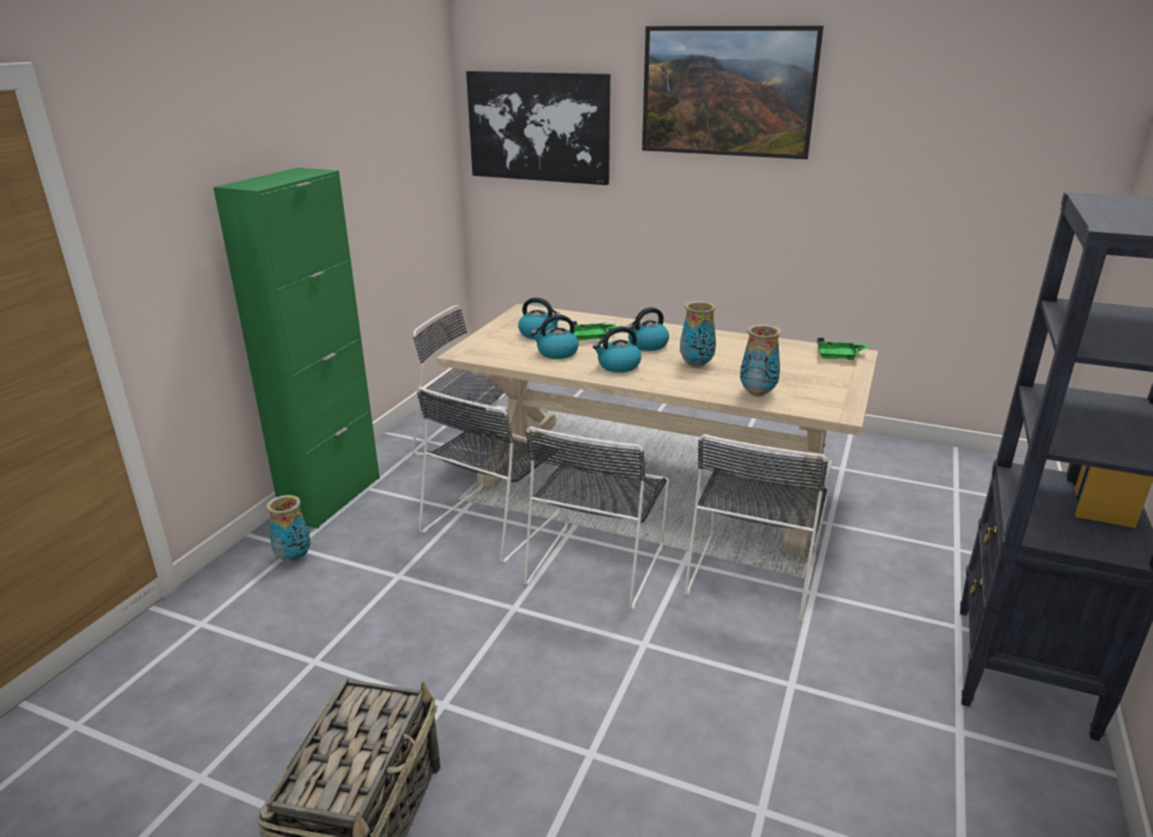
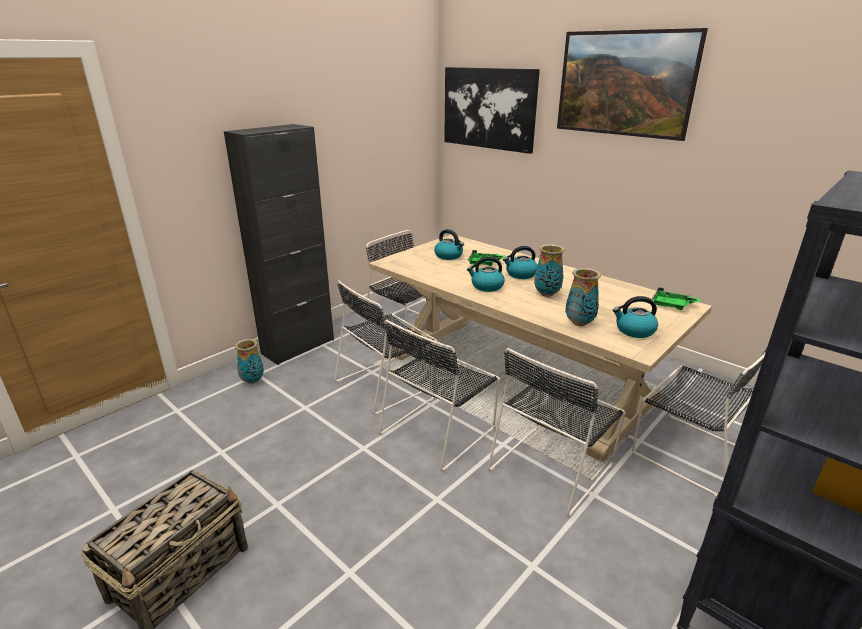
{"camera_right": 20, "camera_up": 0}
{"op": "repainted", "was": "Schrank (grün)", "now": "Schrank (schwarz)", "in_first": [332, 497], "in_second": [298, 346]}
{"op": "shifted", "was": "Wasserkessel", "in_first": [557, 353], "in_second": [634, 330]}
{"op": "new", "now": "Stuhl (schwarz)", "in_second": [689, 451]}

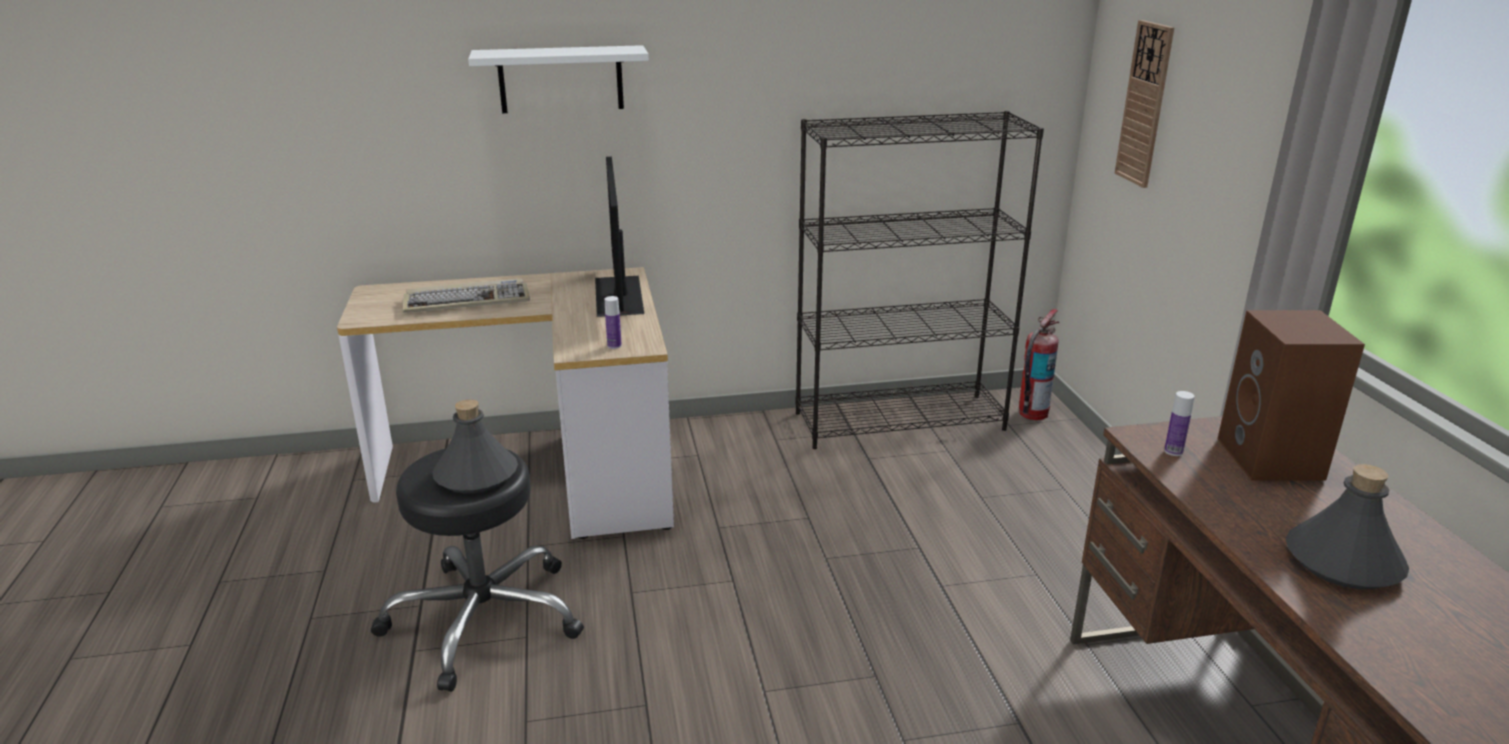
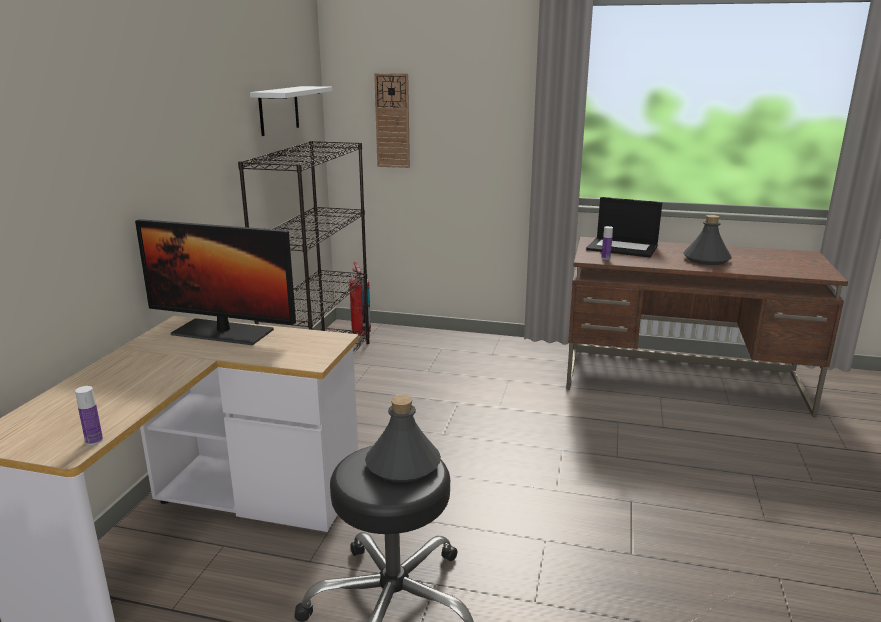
{"camera_right": -65, "camera_up": -5}
{"op": "shifted", "was": "Wandregal (weiß)", "in_first": [561, 79], "in_second": [279, 110]}
{"op": "gone", "was": "Tastatur", "in_first": [468, 301]}
{"op": "shifted", "was": "Flasche", "in_first": [614, 346], "in_second": [94, 441]}
{"op": "swapped", "was": "Lautsprecher (braun)", "now": "Laptop", "in_first": [1273, 460], "in_second": [623, 248]}

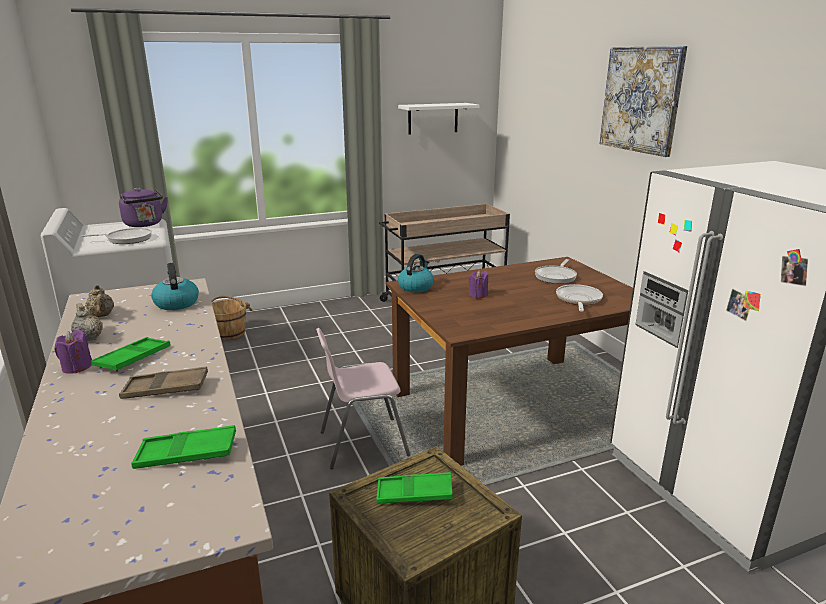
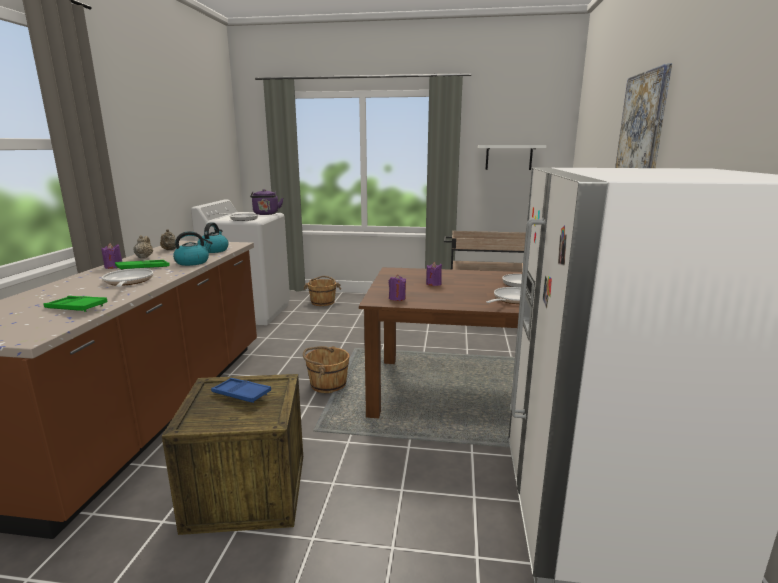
{"camera_right": 30, "camera_up": -5}
{"op": "shifted", "was": "Wasserkessel", "in_first": [416, 287], "in_second": [193, 262]}
{"op": "swapped", "was": "Stuhl (rosa)", "now": "Eimer (braun)", "in_first": [362, 443], "in_second": [327, 384]}
{"op": "swapped", "was": "Tablett (braun)", "now": "Pfanne", "in_first": [166, 389], "in_second": [128, 282]}
{"op": "repainted", "was": "Tablett (grün)", "now": "Tablett (blau)", "in_first": [414, 493], "in_second": [241, 394]}
{"op": "new", "now": "Kerze (lila)", "in_second": [397, 298]}

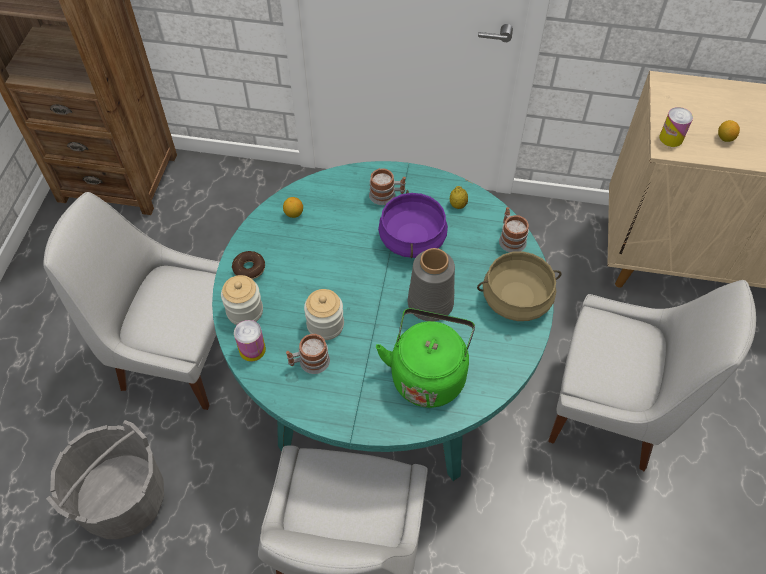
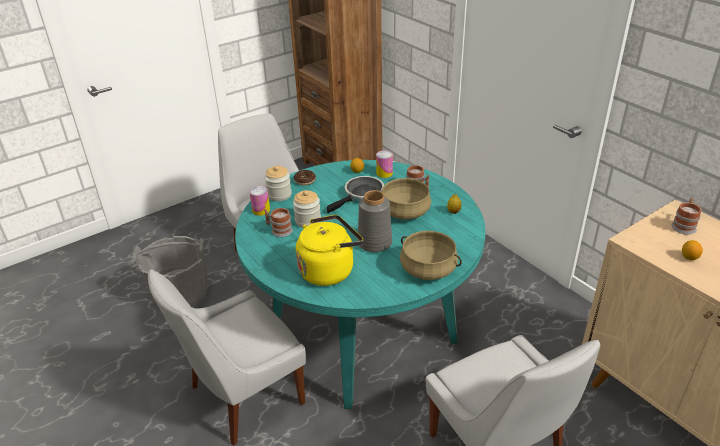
{"camera_right": 45, "camera_up": -20}
{"op": "shifted", "was": "Dose", "in_first": [671, 138], "in_second": [384, 173]}
{"op": "repainted", "was": "Kochtopf (lila)", "now": "Kochtopf (beige)", "in_first": [411, 239], "in_second": [404, 212]}
{"op": "shifted", "was": "Henkelbecher", "in_first": [510, 238], "in_second": [684, 225]}
{"op": "repainted", "was": "Wasserkessel (grün)", "now": "Wasserkessel (gelb)", "in_first": [428, 374], "in_second": [329, 270]}
{"op": "new", "now": "Pfanne", "in_second": [362, 195]}

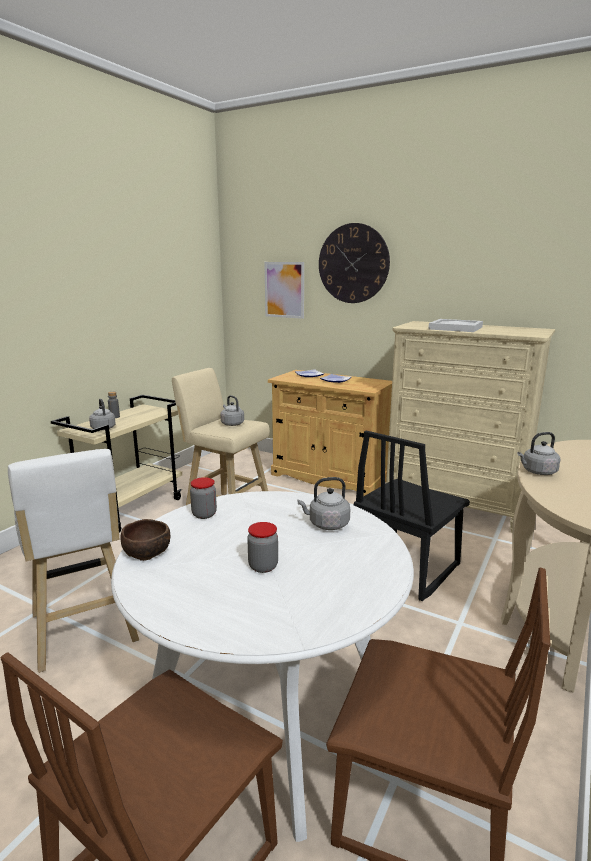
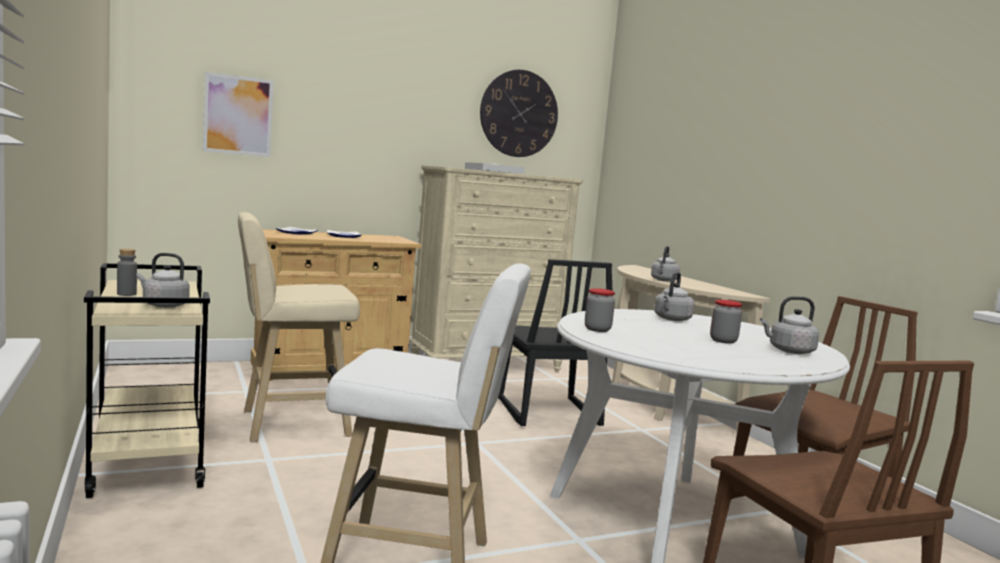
{"camera_right": -55, "camera_up": -10}
{"op": "shifted", "was": "Wanduhr", "in_first": [353, 263], "in_second": [519, 113]}
{"op": "shifted", "was": "Wasserkessel (grau)", "in_first": [231, 423], "in_second": [789, 351]}
{"op": "gone", "was": "Schüssel (braun)", "in_first": [148, 552]}

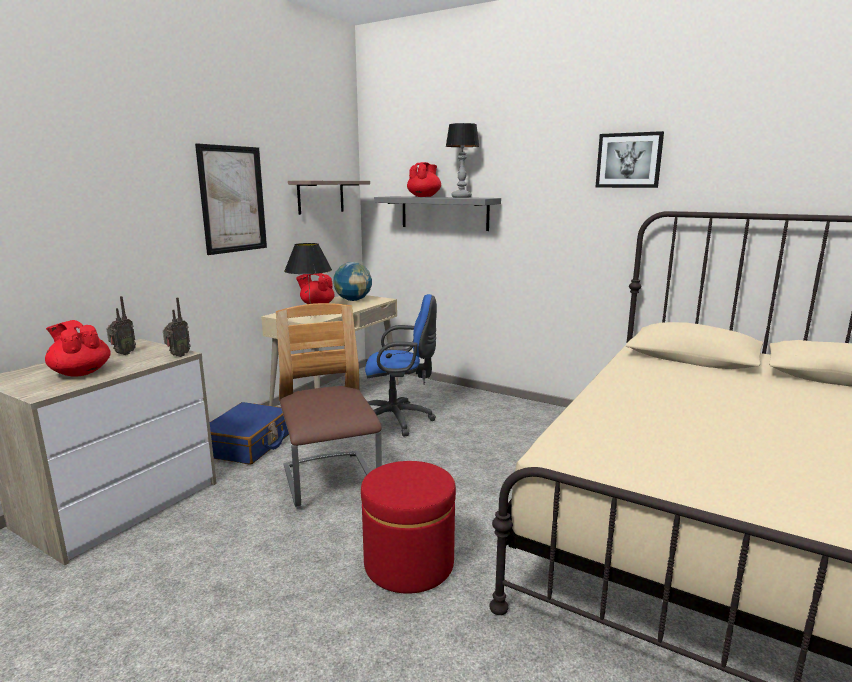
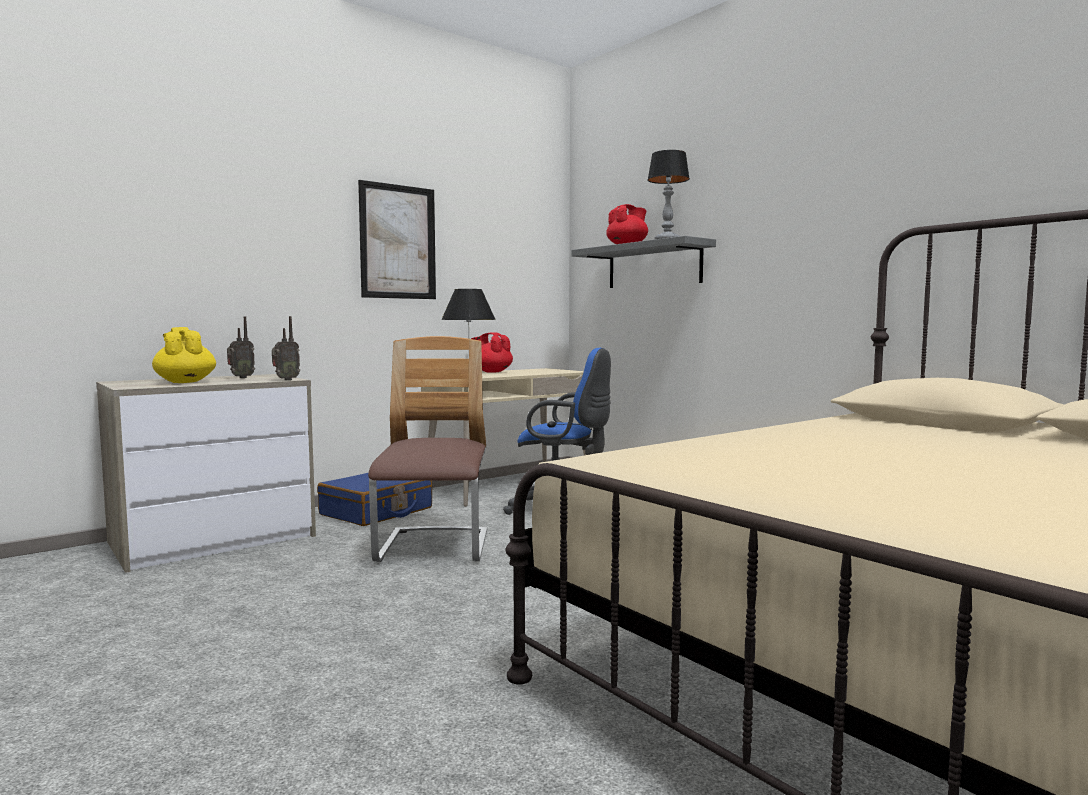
{"camera_right": 20, "camera_up": -10}
{"op": "gone", "was": "Bild", "in_first": [629, 160]}
{"op": "gone", "was": "Wandregal", "in_first": [321, 196]}
{"op": "gone", "was": "Globus", "in_first": [353, 300]}
{"op": "repainted", "was": "Teekanne (rot)", "now": "Teekanne (gelb)", "in_first": [81, 373], "in_second": [185, 382]}
{"op": "gone", "was": "Polsterhocker (rot)", "in_first": [409, 563]}

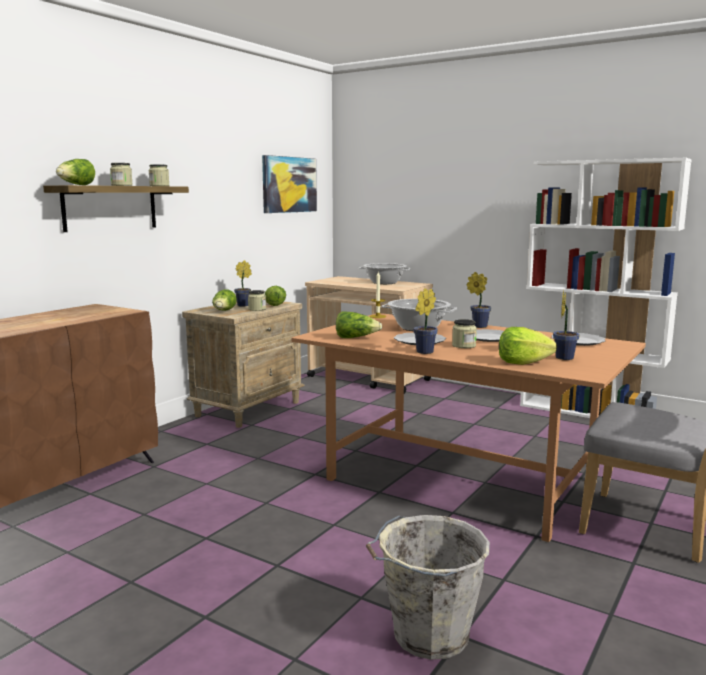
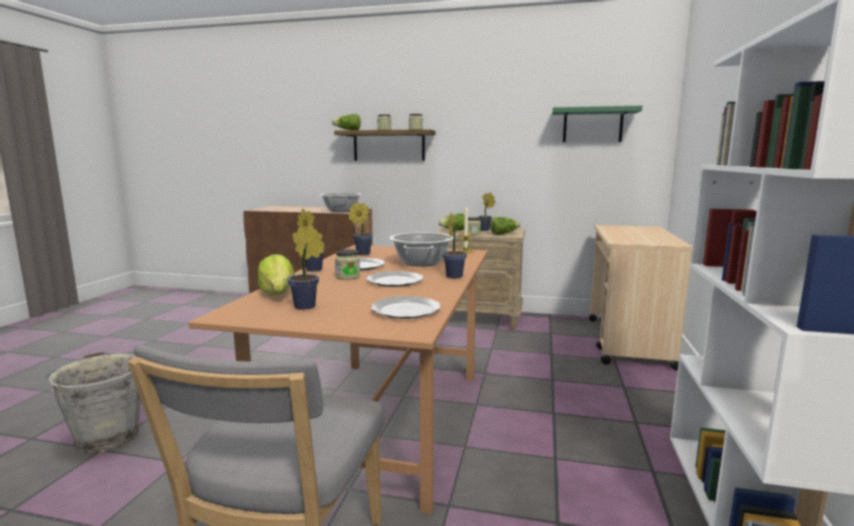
{"camera_right": 70, "camera_up": 0}
{"op": "swapped", "was": "Bild", "now": "Wandregal (grün)", "in_first": [289, 184], "in_second": [592, 125]}
{"op": "shifted", "was": "Kochtopf", "in_first": [384, 282], "in_second": [341, 211]}
{"op": "swapped", "was": "Salatkopf", "now": "Topfpflanze", "in_first": [356, 338], "in_second": [361, 254]}

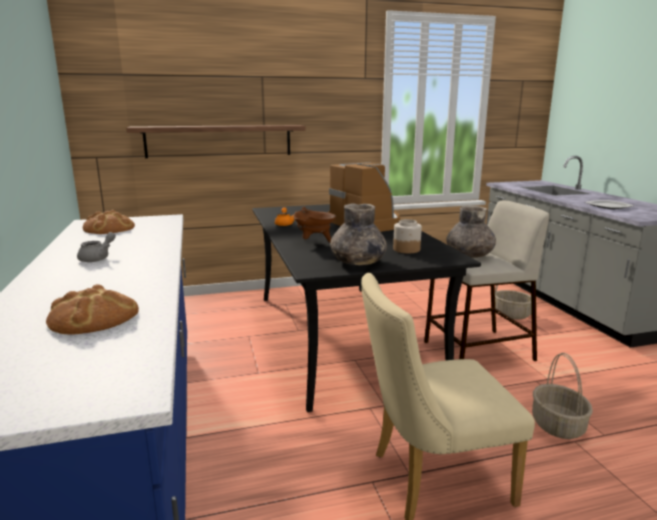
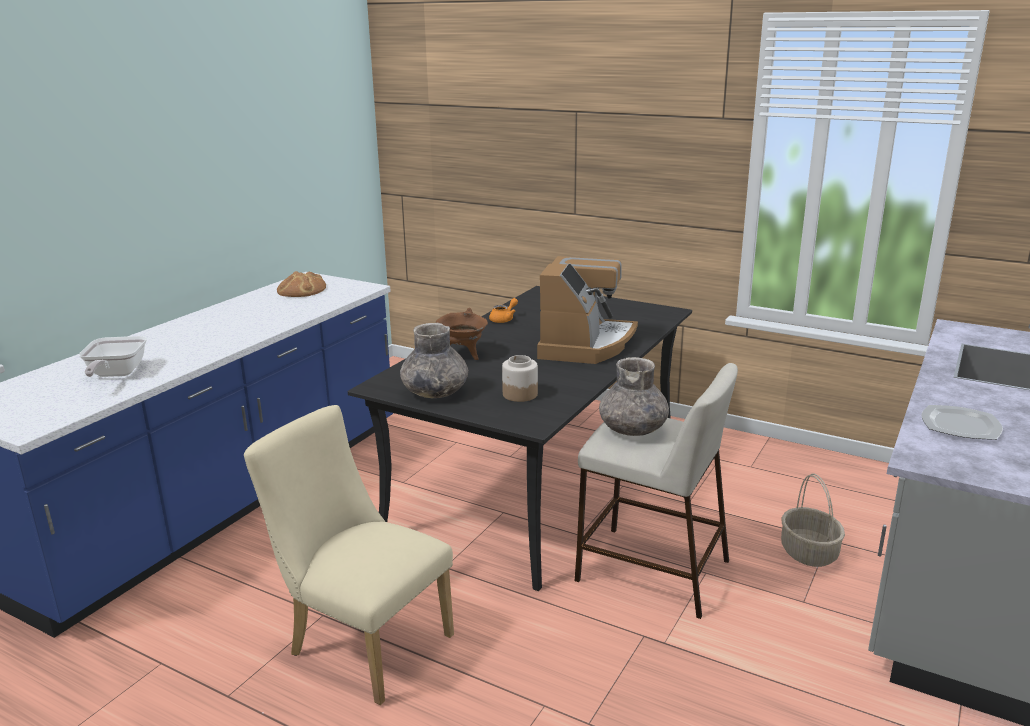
{"camera_right": 45, "camera_up": 5}
{"op": "gone", "was": "Wandregal", "in_first": [219, 141]}
{"op": "gone", "was": "Teekanne (grau)", "in_first": [98, 258]}
{"op": "swapped", "was": "Brot", "now": "Pfanne", "in_first": [93, 317], "in_second": [115, 374]}
{"op": "gone", "was": "Korb", "in_first": [558, 426]}

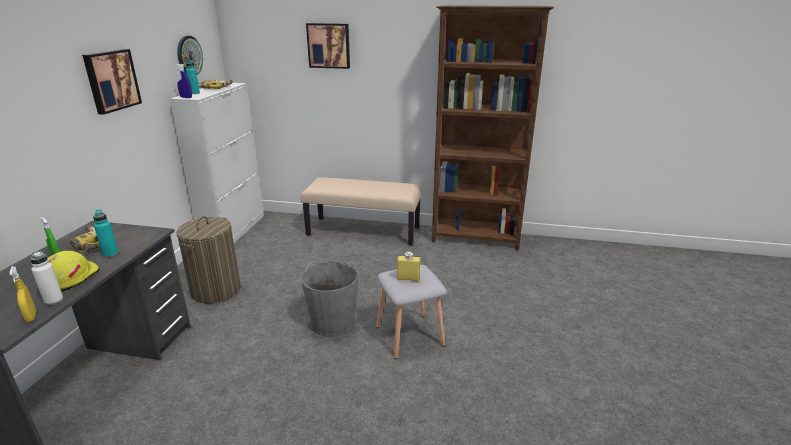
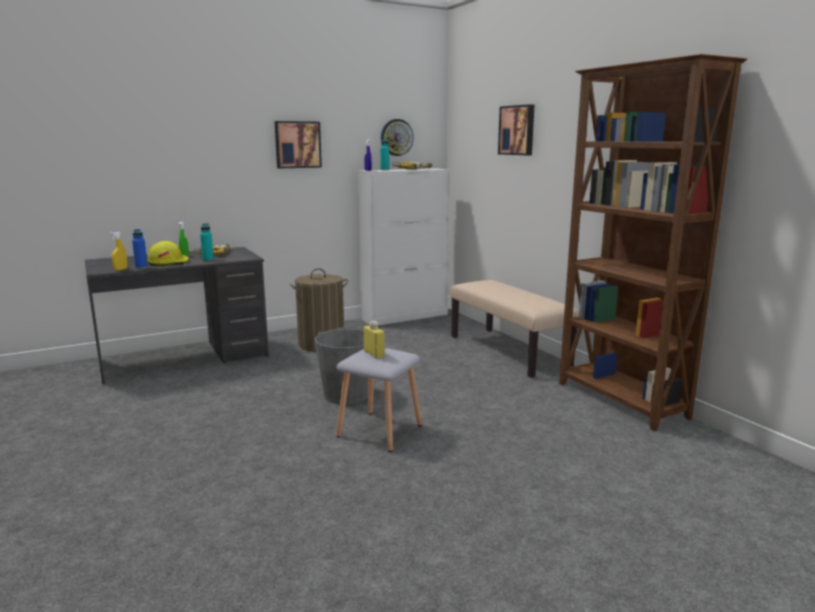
{"camera_right": 50, "camera_up": -10}
{"op": "repainted", "was": "Flasche (weiß)", "now": "Flasche (blau)", "in_first": [54, 300], "in_second": [141, 267]}

